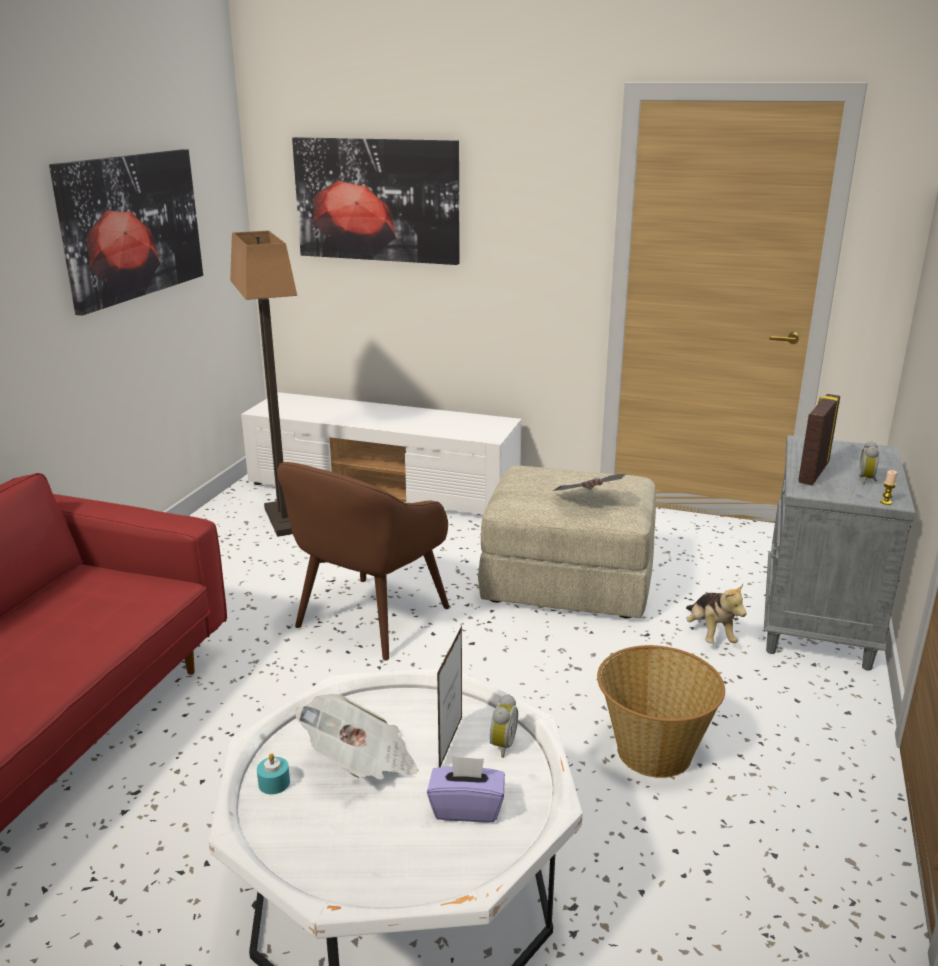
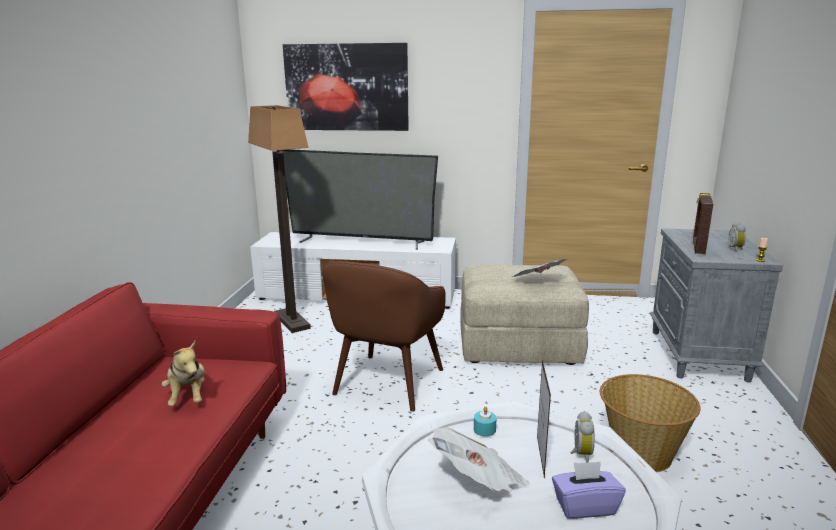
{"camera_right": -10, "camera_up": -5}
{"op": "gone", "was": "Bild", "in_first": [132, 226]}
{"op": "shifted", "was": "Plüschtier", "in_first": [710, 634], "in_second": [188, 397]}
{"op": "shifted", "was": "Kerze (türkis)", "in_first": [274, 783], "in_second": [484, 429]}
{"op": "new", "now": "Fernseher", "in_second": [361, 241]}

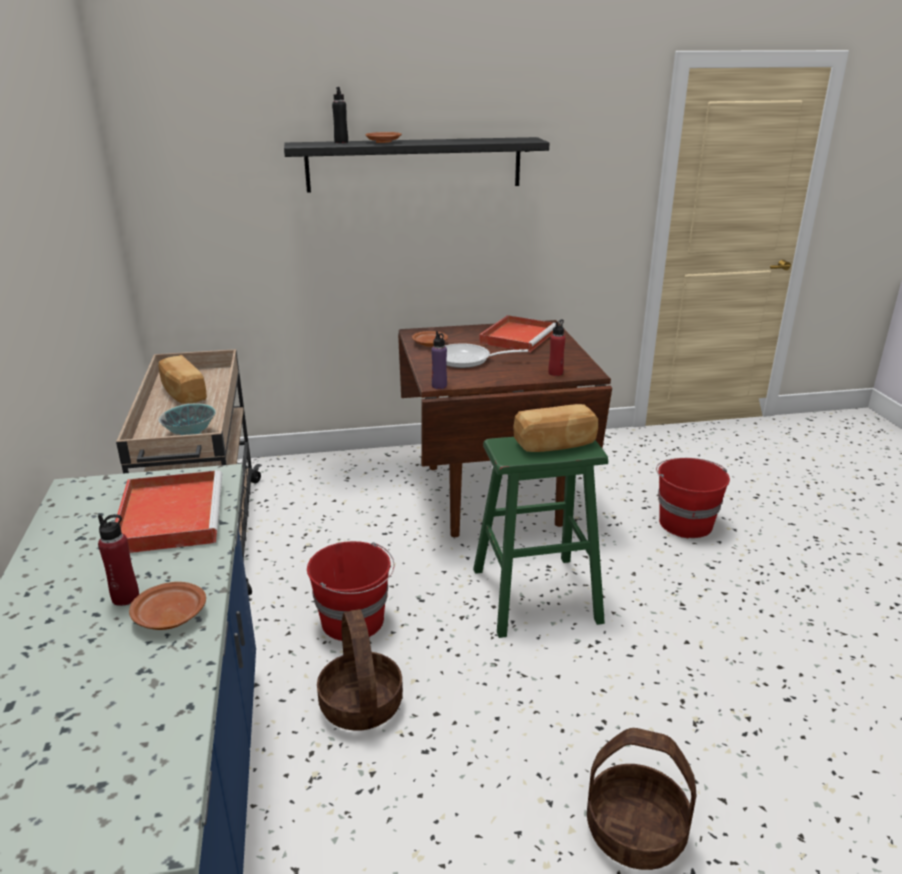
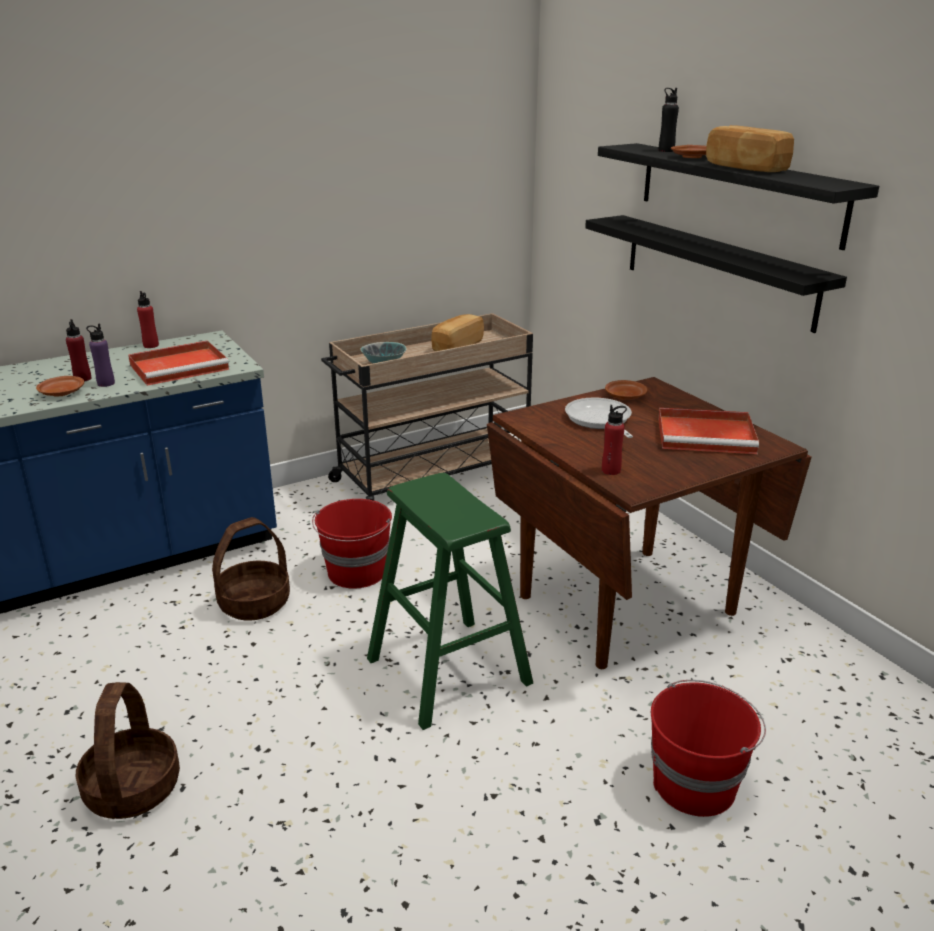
{"camera_right": 70, "camera_up": 0}
{"op": "shifted", "was": "Flasche (lila)", "in_first": [439, 386], "in_second": [106, 383]}
{"op": "shifted", "was": "Brot", "in_first": [555, 444], "in_second": [744, 168]}
{"op": "new", "now": "Wandregal (schwarz)", "in_second": [716, 270]}
{"op": "new", "now": "Flasche (rot)", "in_second": [151, 345]}

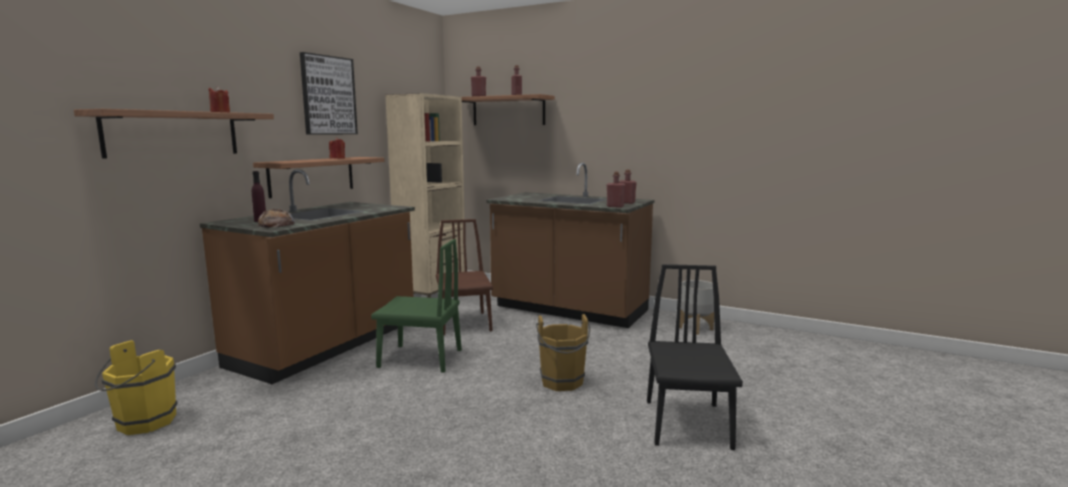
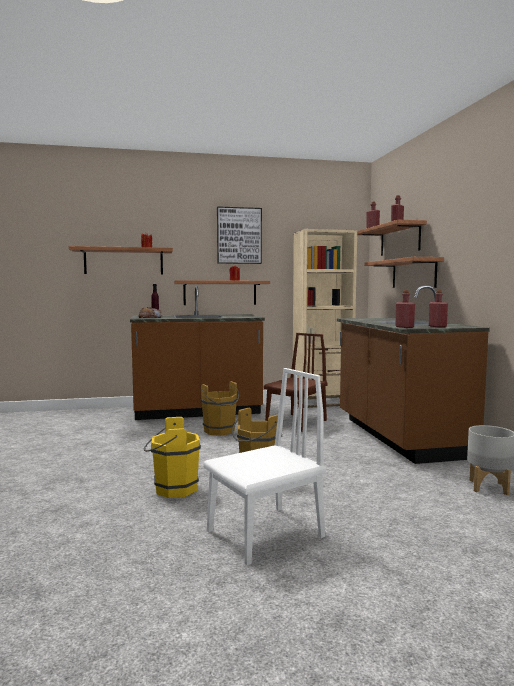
{"camera_right": 50, "camera_up": -5}
{"op": "swapped", "was": "Stuhl (grün)", "now": "Eimer (braun)", "in_first": [420, 358], "in_second": [220, 431]}
{"op": "repainted", "was": "Stuhl (schwarz)", "now": "Stuhl (weiß)", "in_first": [687, 423], "in_second": [265, 534]}
{"op": "shifted", "was": "Eimer (gelb)", "in_first": [142, 424], "in_second": [172, 489]}
{"op": "new", "now": "Wandregal", "in_second": [413, 274]}

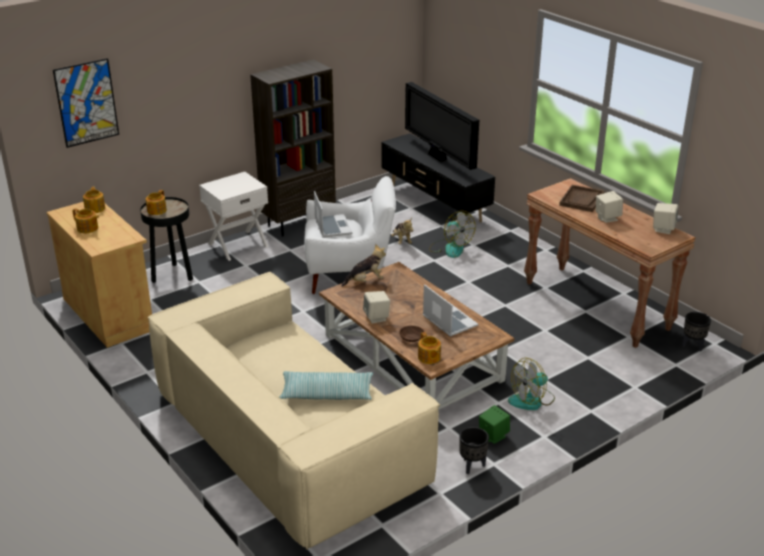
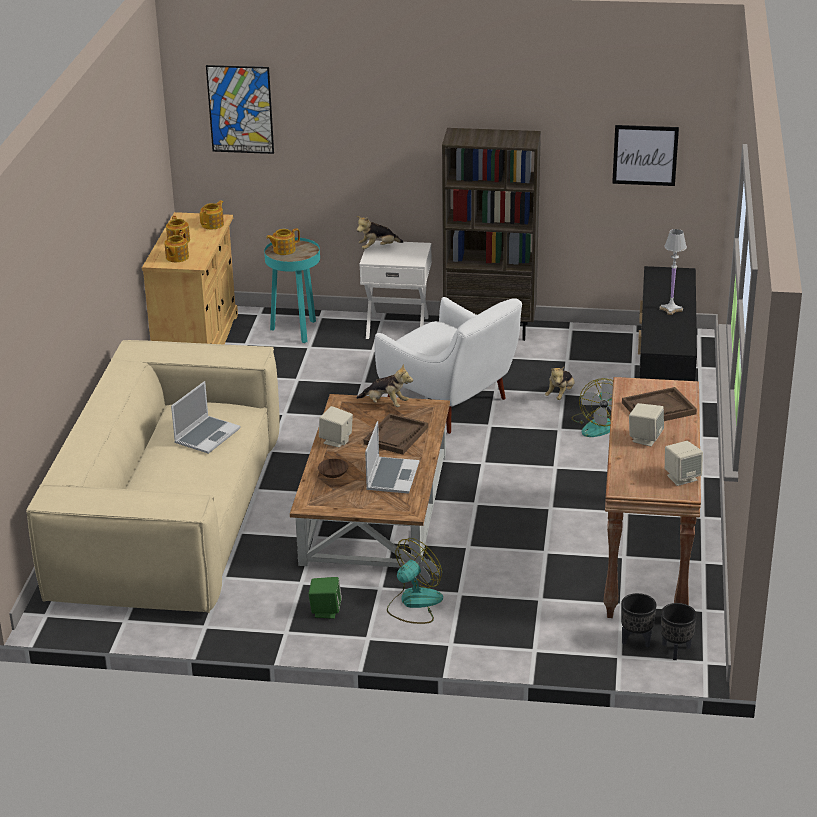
{"camera_right": 45, "camera_up": 0}
{"op": "swapped", "was": "Fernseher", "now": "Tischlampe (weiß)", "in_first": [438, 158], "in_second": [671, 309]}
{"op": "shifted", "was": "Laptop", "in_first": [332, 227], "in_second": [207, 435]}
{"op": "repainted", "was": "Beistelltisch (schwarz)", "now": "Beistelltisch (türkis)", "in_first": [173, 276], "in_second": [296, 331]}
{"op": "shifted", "was": "Teekanne", "in_first": [429, 358], "in_second": [176, 257]}
{"op": "rotated", "was": "Ventilator", "in_first": [532, 400], "in_second": [414, 603], "clockwise": 120}
{"op": "gone", "was": "Kissen", "in_first": [327, 393]}
{"op": "shifted", "was": "Pflanzkübel (schwarz)", "in_first": [472, 466], "in_second": [636, 640]}
{"op": "new", "now": "Bild", "in_second": [645, 155]}
{"op": "new", "now": "Plüschtier", "in_second": [378, 248]}
{"op": "new", "now": "Tablett (braun)", "in_second": [396, 436]}

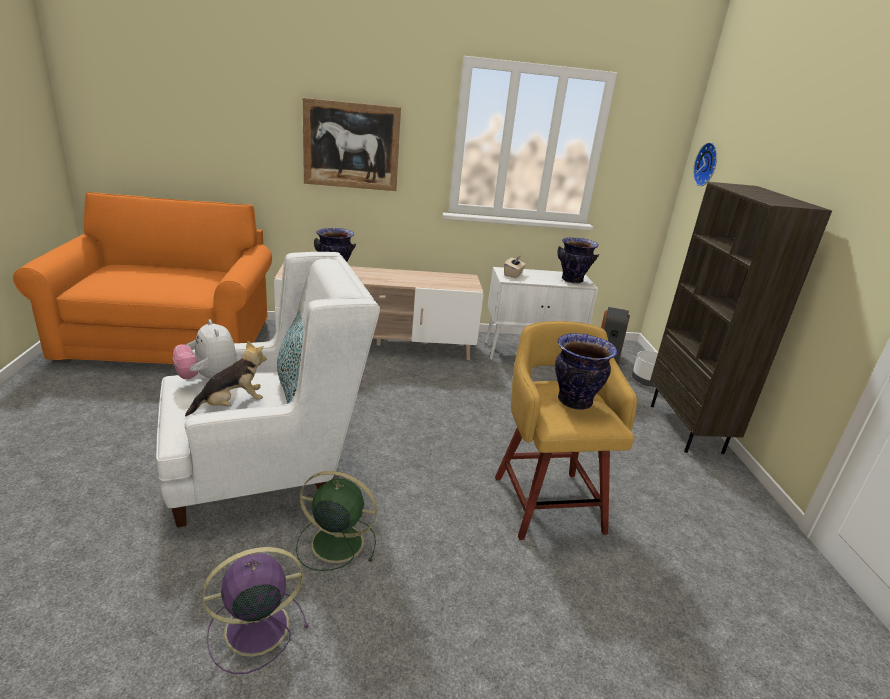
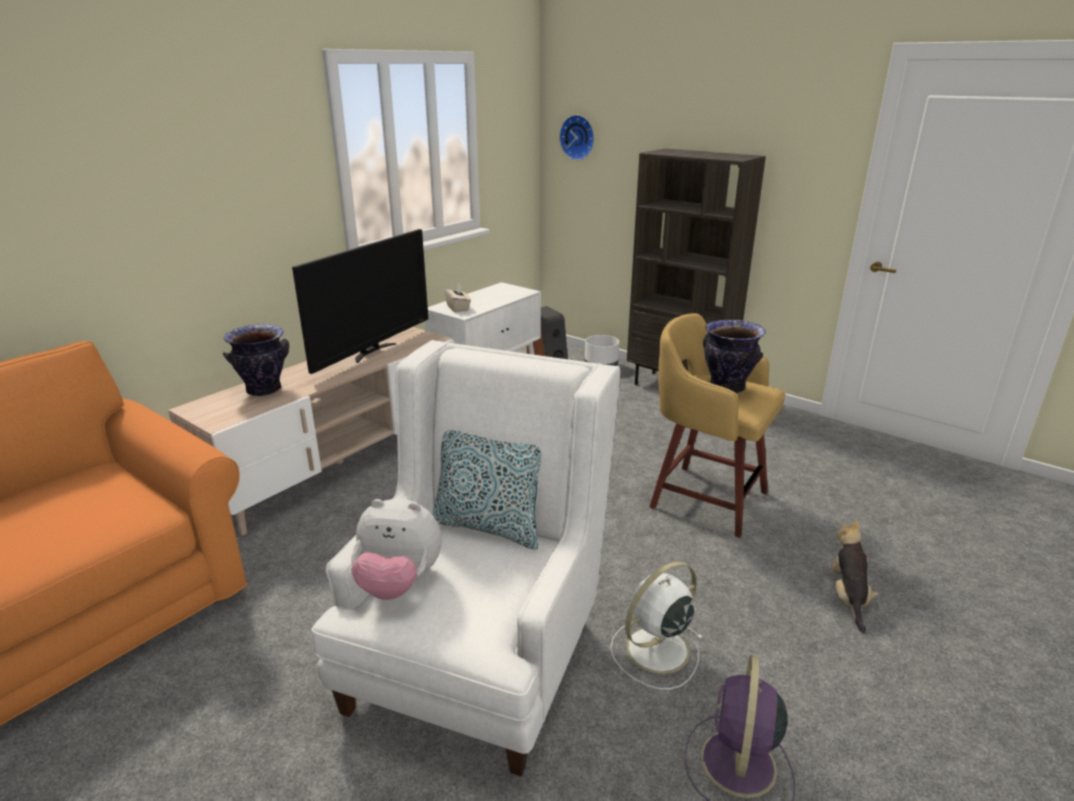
{"camera_right": -45, "camera_up": 0}
{"op": "gone", "was": "Bild", "in_first": [351, 146]}
{"op": "gone", "was": "Vase", "in_first": [572, 280]}
{"op": "shifted", "was": "Plüschtier", "in_first": [232, 405], "in_second": [848, 597]}
{"op": "repainted", "was": "Ventilator (grün)", "now": "Ventilator (weiß)", "in_first": [335, 542], "in_second": [655, 651]}
{"op": "new", "now": "Fernseher", "in_second": [372, 352]}

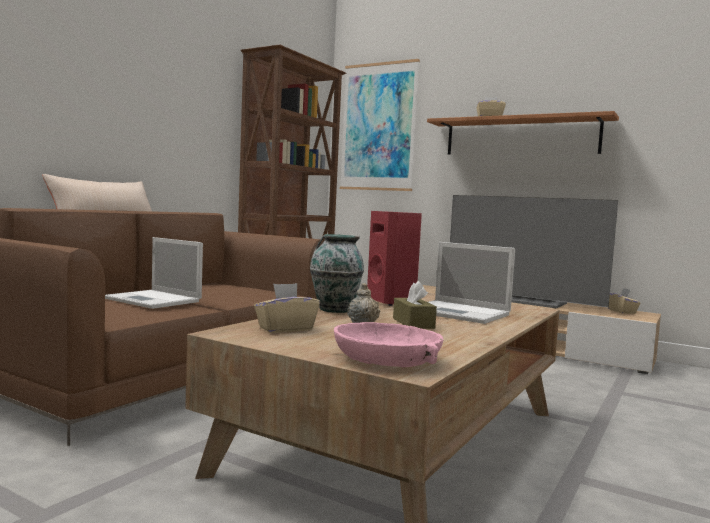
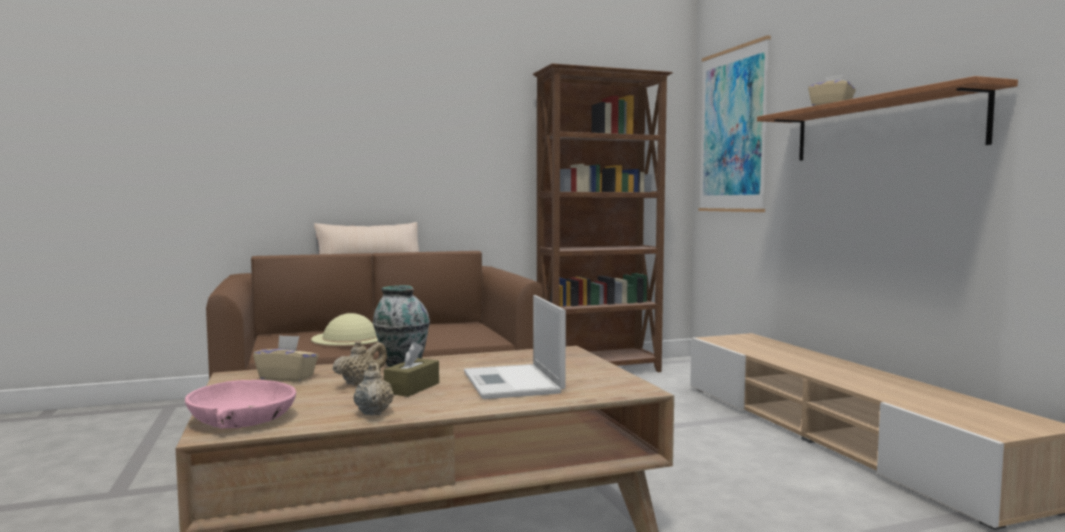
{"camera_right": 40, "camera_up": 0}
{"op": "gone", "was": "Fernseher", "in_first": [522, 300]}
{"op": "gone", "was": "Lautsprecher (rot)", "in_first": [393, 302]}
{"op": "swapped", "was": "Laptop", "now": "Hut (beige)", "in_first": [154, 300], "in_second": [350, 337]}
{"op": "gone", "was": "Taschentuchbox (beige)", "in_first": [622, 311]}
{"op": "new", "now": "Teekanne (beige)", "in_second": [374, 412]}

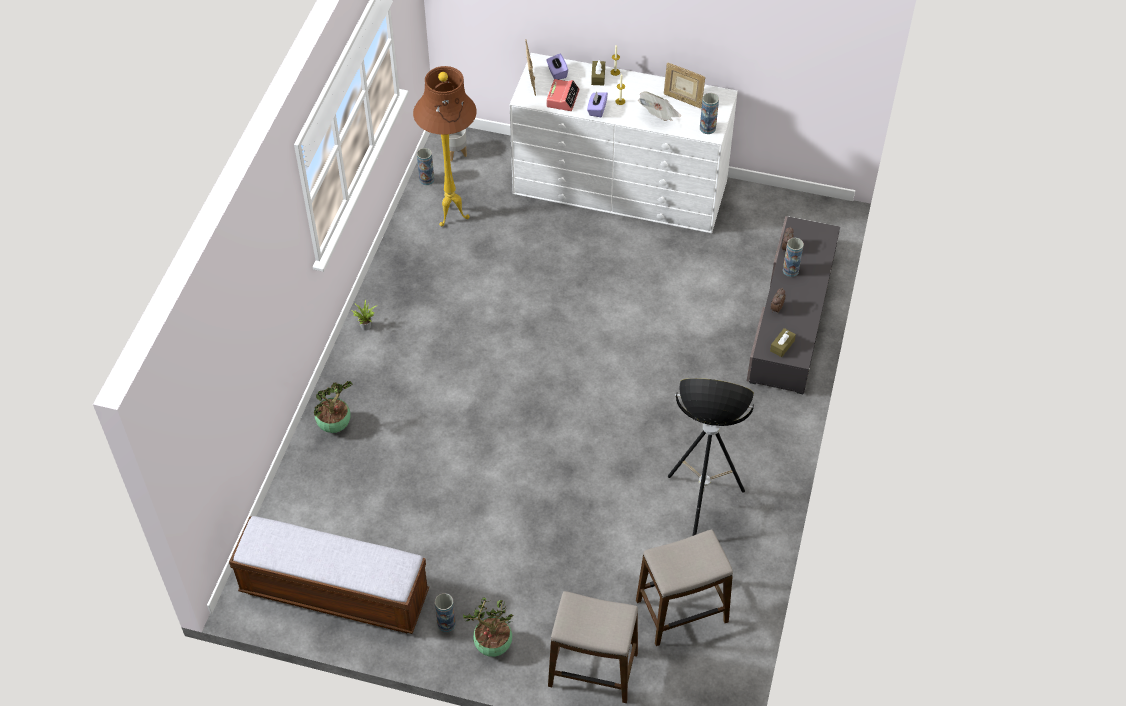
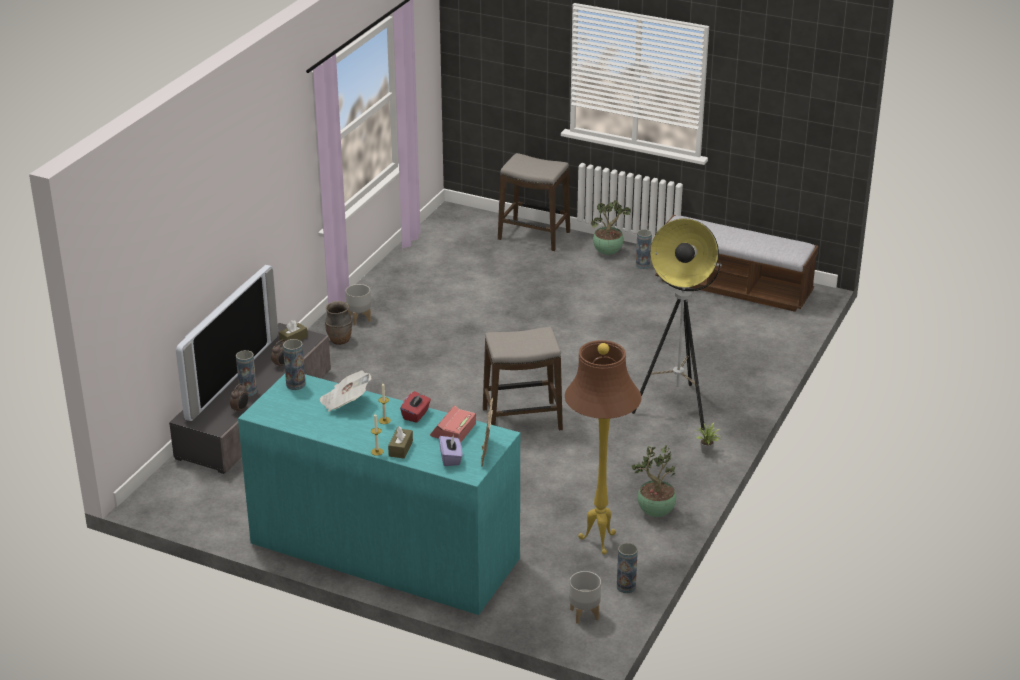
{"camera_right": -170, "camera_up": -20}
{"op": "repainted", "was": "Kommode (weiß)", "now": "Kommode (türkis)", "in_first": [620, 187], "in_second": [384, 550]}
{"op": "gone", "was": "Bilderrahmen", "in_first": [683, 100]}
{"op": "repainted", "was": "Taschentuchbox (lila)", "now": "Taschentuchbox (rot)", "in_first": [597, 110], "in_second": [416, 415]}
{"op": "shifted", "was": "Stehlampe", "in_first": [700, 506], "in_second": [676, 408]}
{"op": "shifted", "was": "Topfpflanze", "in_first": [335, 424], "in_second": [655, 513]}
{"op": "shifted", "was": "Hocker", "in_first": [682, 611], "in_second": [522, 419]}
{"op": "new", "now": "Fernseher", "in_second": [228, 376]}
{"op": "new", "now": "Pflanzkübel (grau)", "in_second": [359, 319]}
{"op": "new", "now": "Vase (braun)", "in_second": [339, 341]}

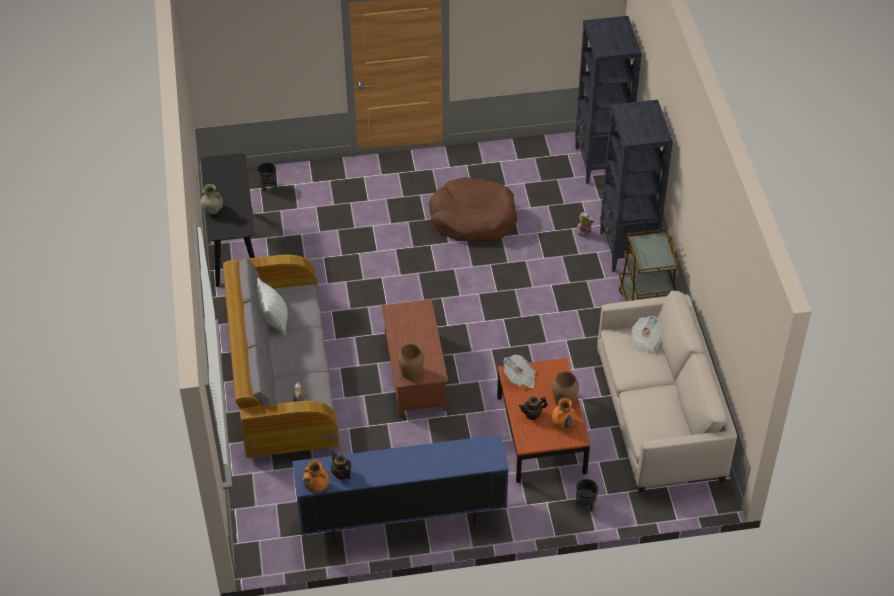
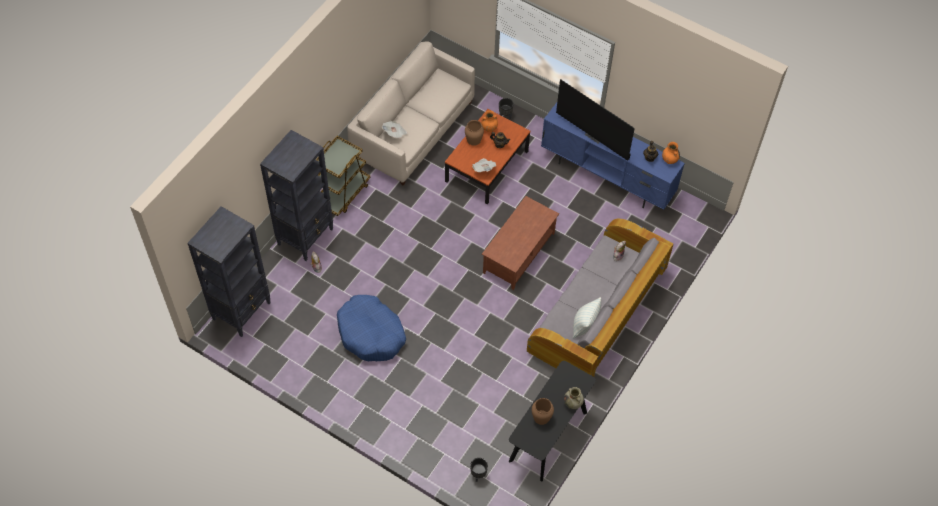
{"camera_right": -140, "camera_up": 10}
{"op": "repainted", "was": "Hundebett (braun)", "now": "Hundebett (blau)", "in_first": [473, 219], "in_second": [371, 333]}
{"op": "shifted", "was": "Vase (braun)", "in_first": [411, 372], "in_second": [541, 417]}
{"op": "new", "now": "Fernseher", "in_second": [595, 135]}

